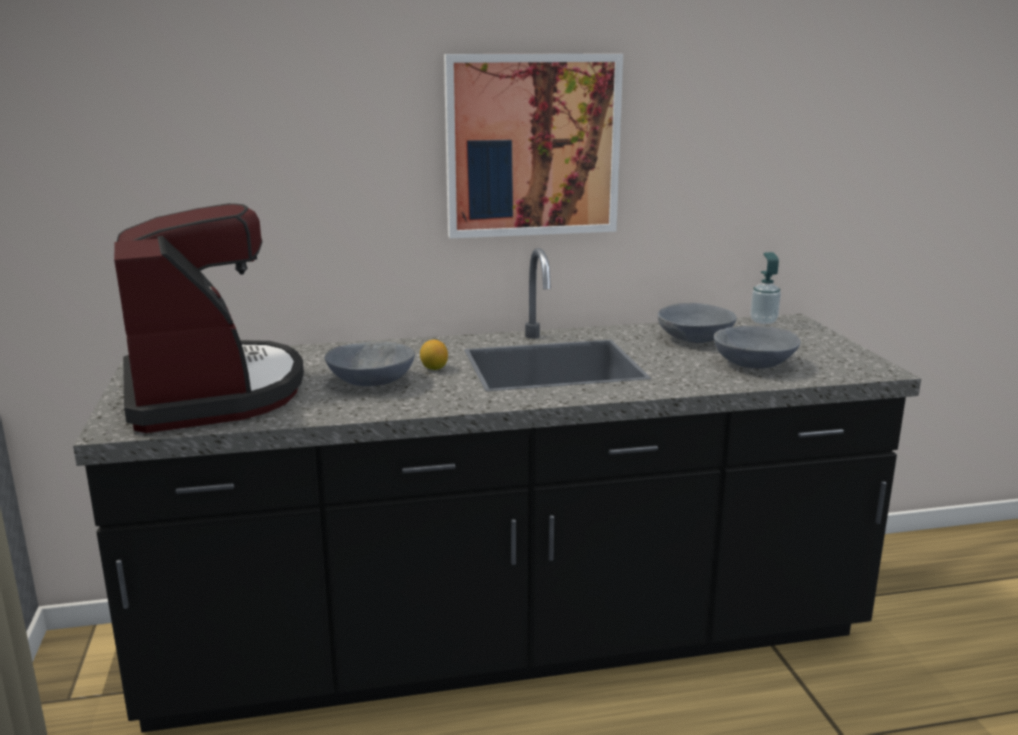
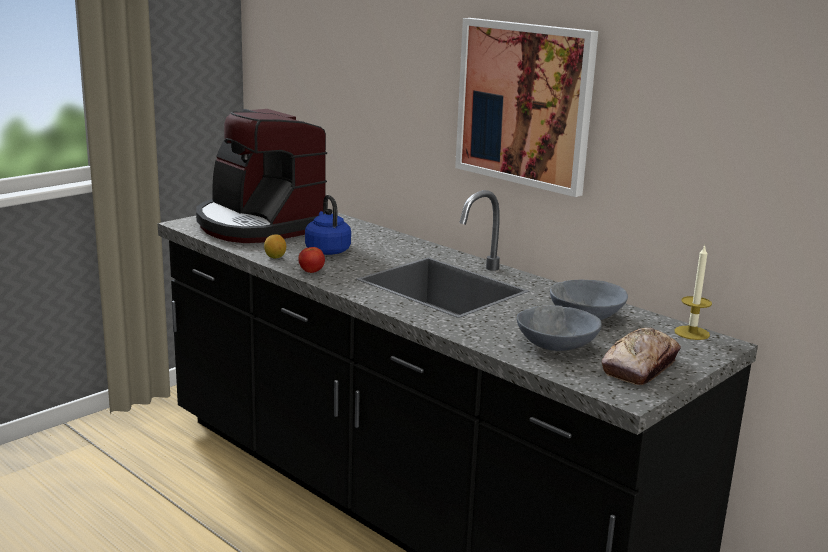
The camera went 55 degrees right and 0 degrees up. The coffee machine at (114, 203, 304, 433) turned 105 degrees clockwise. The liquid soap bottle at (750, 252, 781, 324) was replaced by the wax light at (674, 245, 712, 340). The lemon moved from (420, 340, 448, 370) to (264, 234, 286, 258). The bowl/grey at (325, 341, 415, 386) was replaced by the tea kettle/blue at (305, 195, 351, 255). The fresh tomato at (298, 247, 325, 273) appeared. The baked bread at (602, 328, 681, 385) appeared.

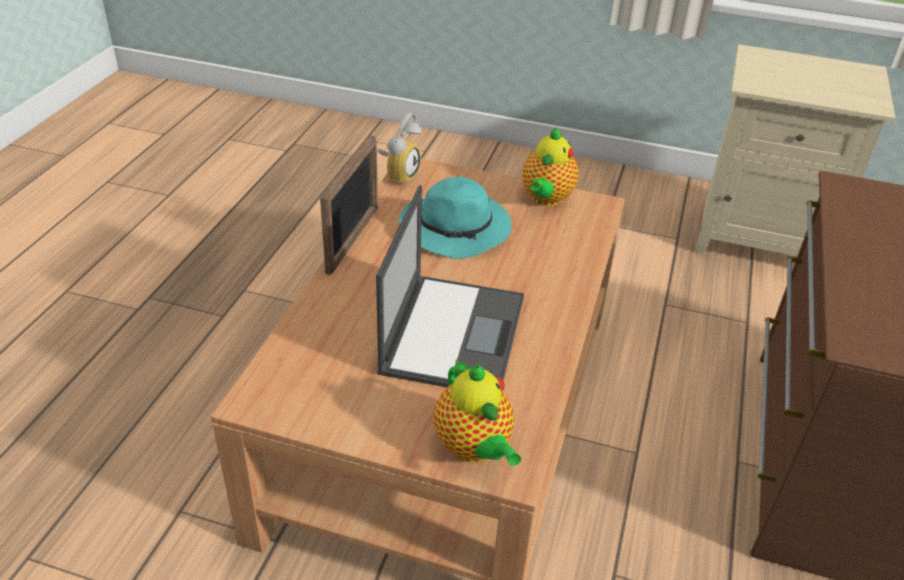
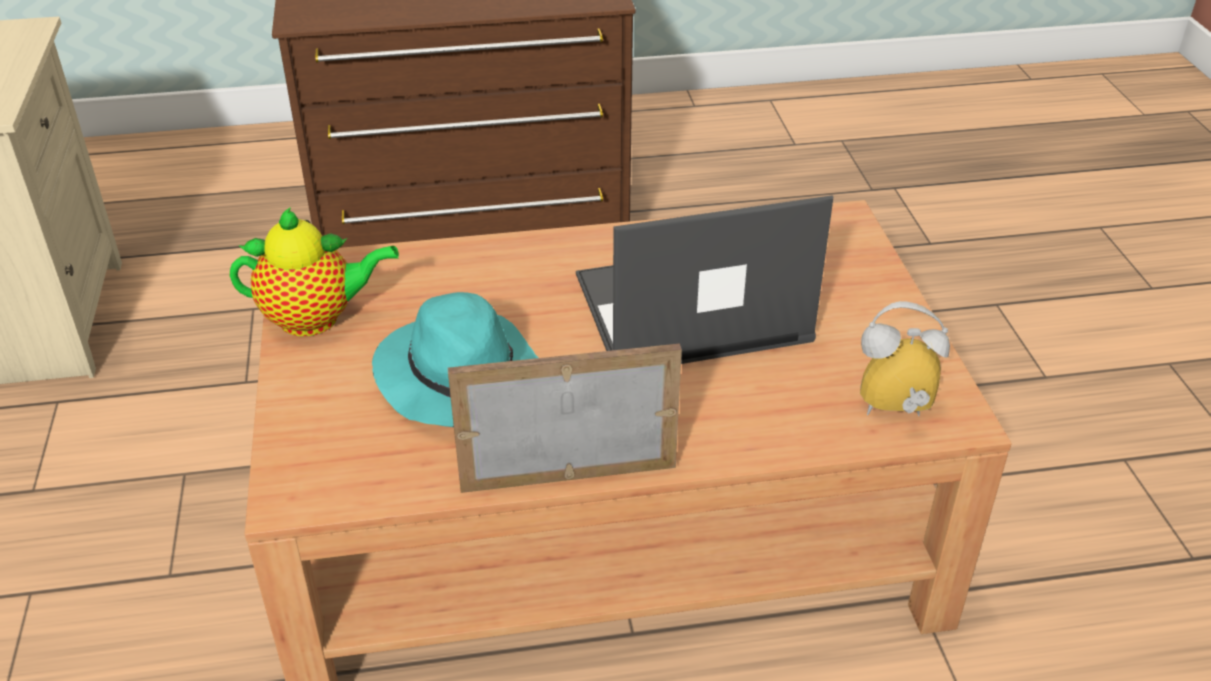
The camera went 115 degrees left and 0 degrees up. The bedside clock moved from (377, 113, 422, 186) to (860, 301, 950, 416). The tea pot at (434, 360, 521, 466) disappeared.

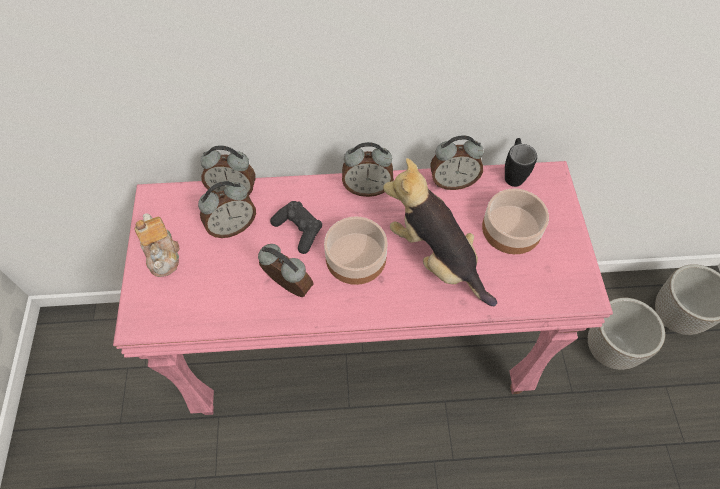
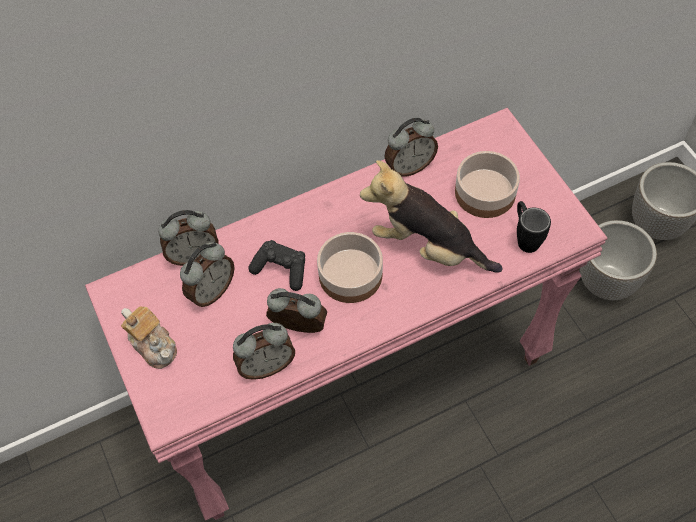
The camera went 20 degrees left and 0 degrees up. The coffee mug/black moved from (505, 138, 537, 187) to (517, 201, 551, 253). The bedside clock moved from (342, 142, 394, 197) to (233, 323, 295, 380).

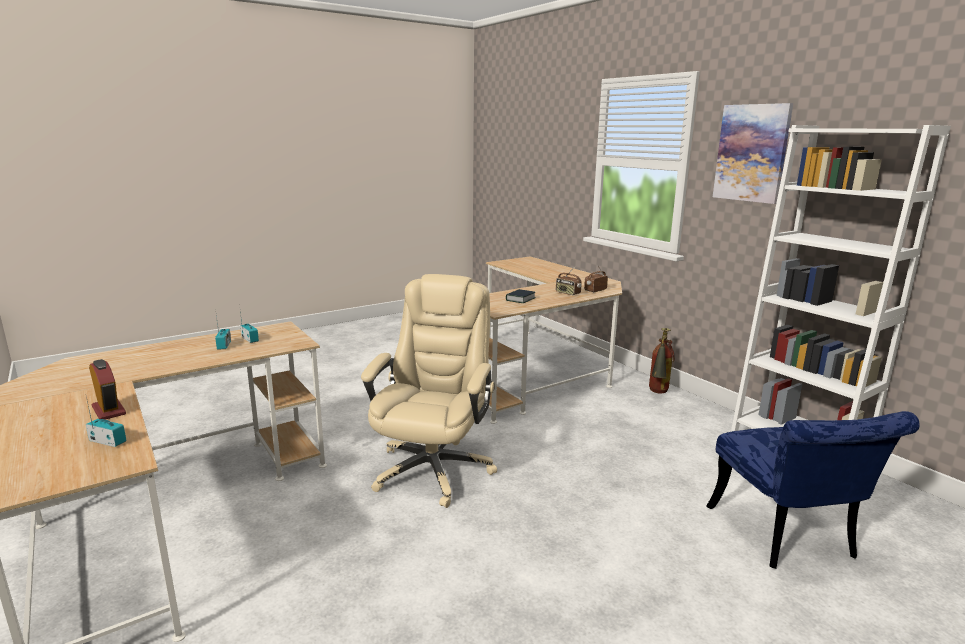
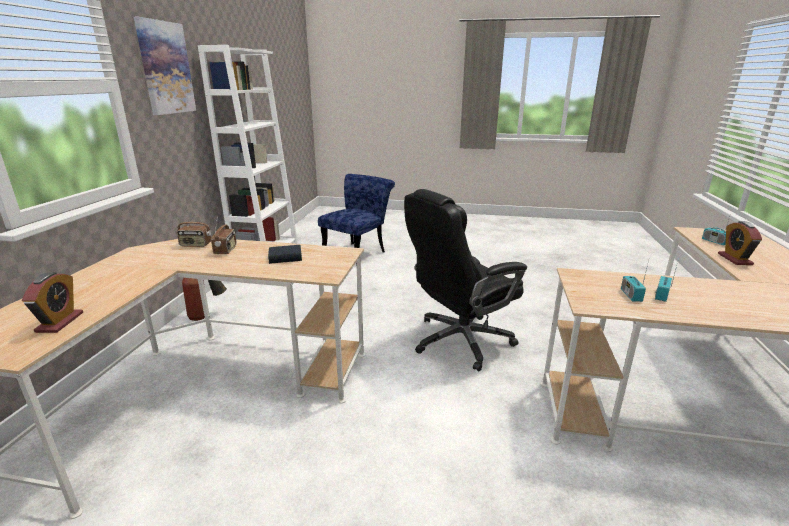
The camera went 135 degrees left and 5 degrees up. The computer chair/sand-coloured at (361, 274, 497, 508) became the computer chair/black at (404, 189, 527, 371). The bedside clock at (22, 272, 83, 333) appeared.

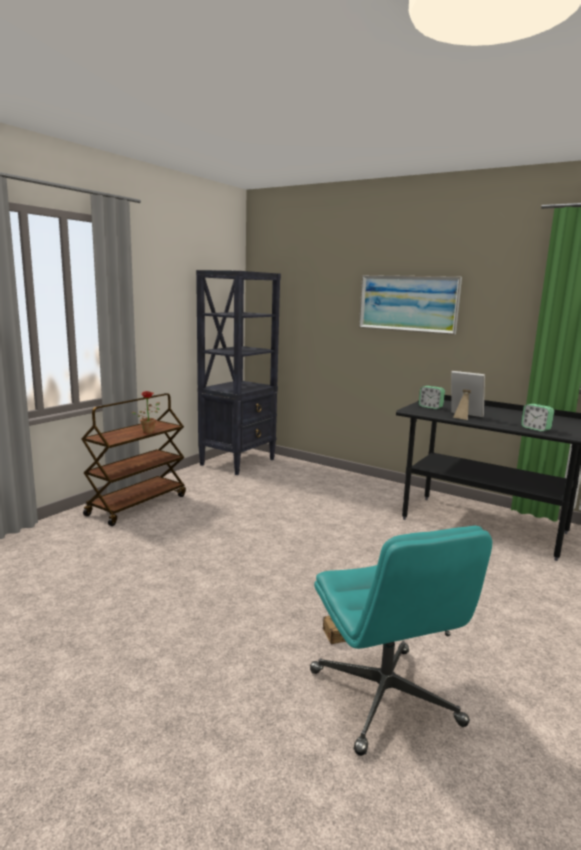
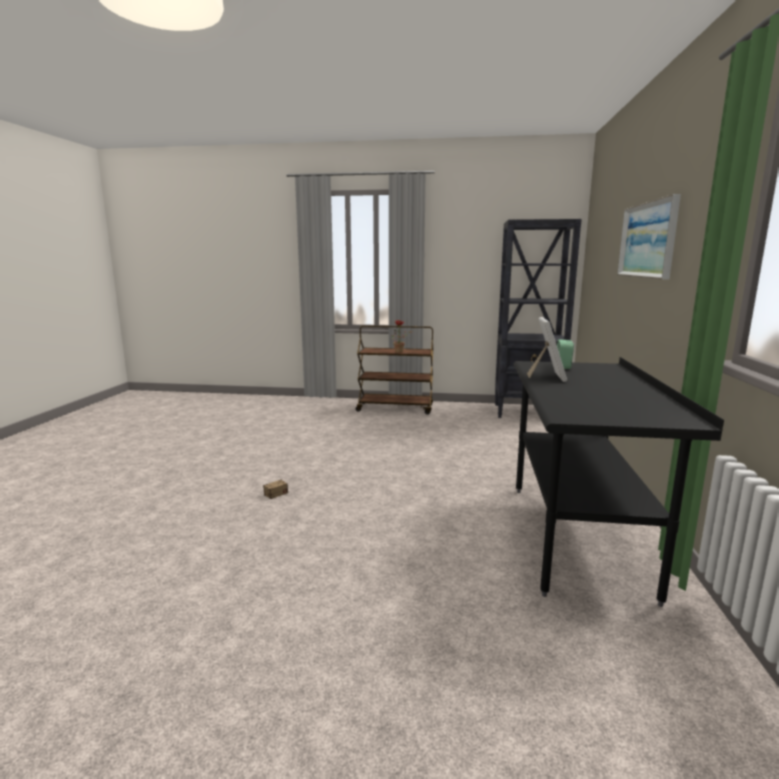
The camera went 65 degrees right and 0 degrees up. The bedside clock at (521, 404, 554, 432) disappeared. The computer chair/blue-green at (310, 526, 492, 756) disappeared.

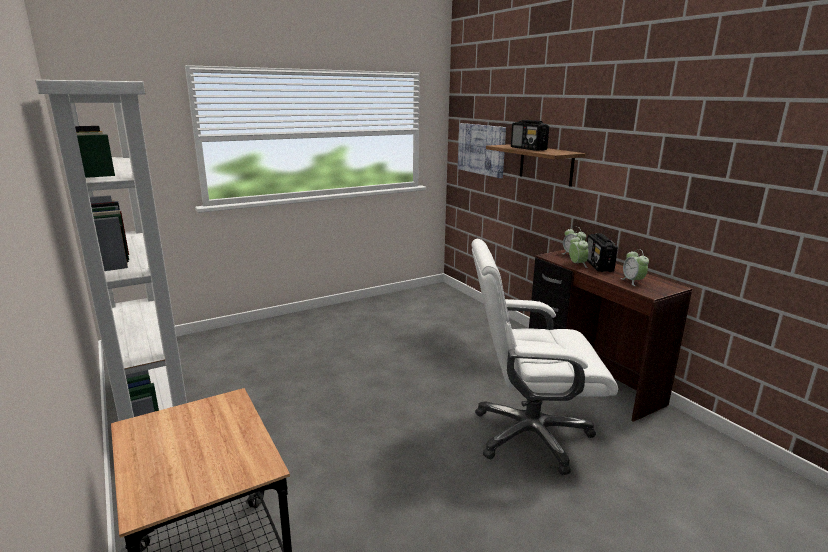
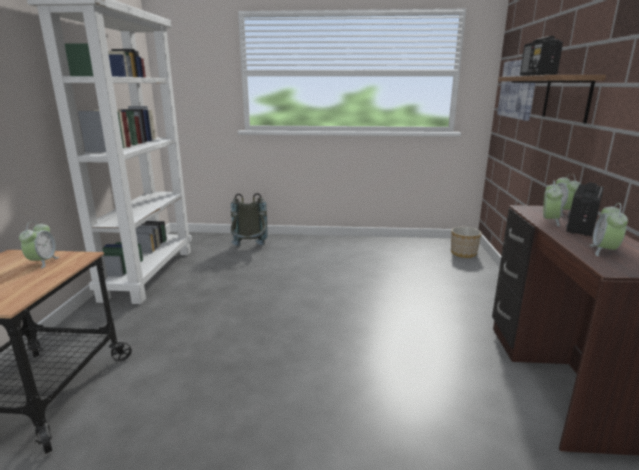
The camera went 35 degrees right and 0 degrees up. The computer chair/whitish at (471, 239, 618, 475) disappeared. The rucksack/grey at (231, 193, 268, 246) appeared. The bedside clock at (19, 221, 59, 269) appeared. The plant pot at (451, 227, 482, 258) appeared.

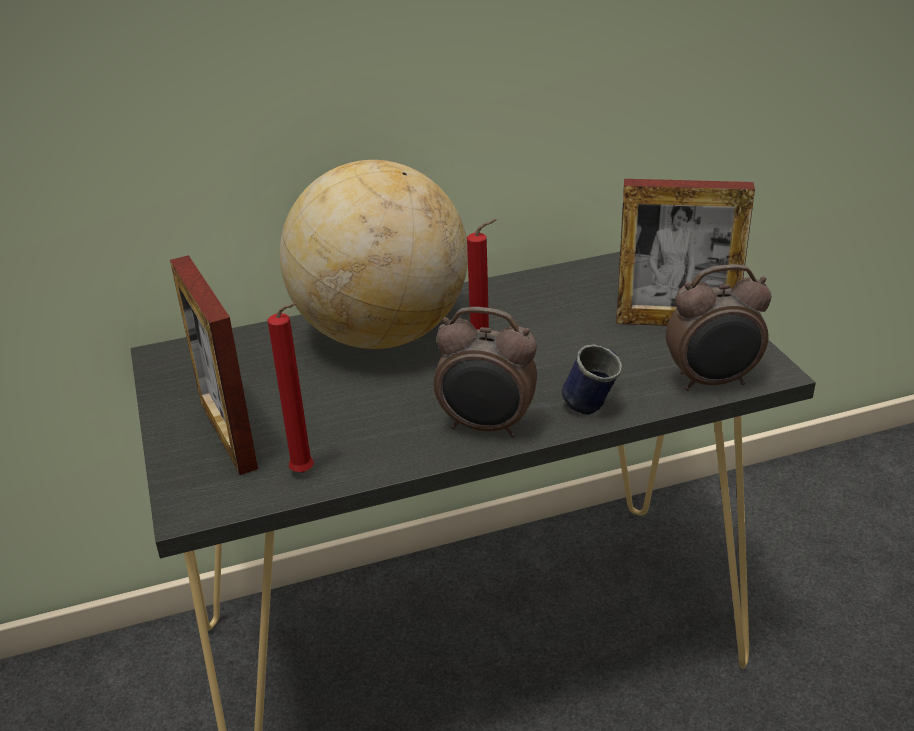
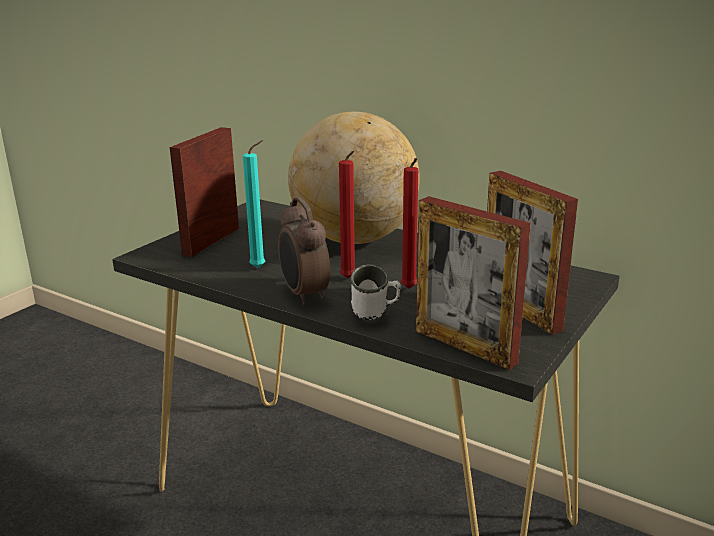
The camera went 50 degrees right and 10 degrees down. The bedside clock at (666, 264, 771, 391) was replaced by the photo frame at (416, 196, 531, 370). The wax light/red moved from (267, 303, 314, 473) to (401, 158, 418, 289). The coffee mug/blue at (562, 345, 622, 415) became the coffee mug/whitish at (351, 264, 401, 320). The wax light/blue-green at (243, 140, 265, 268) appeared.

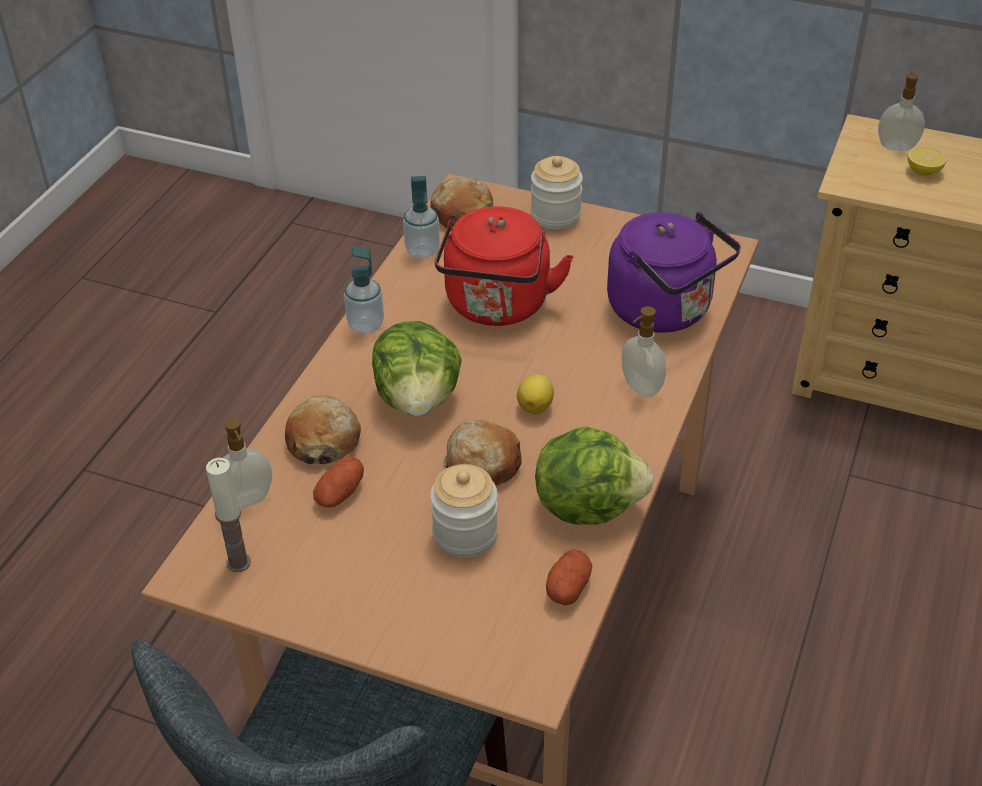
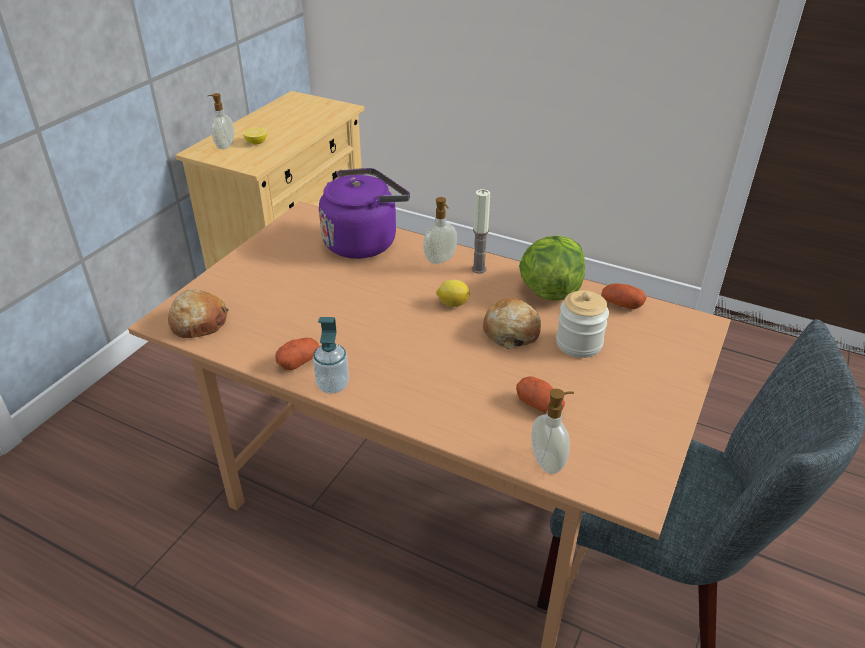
The camera went 85 degrees left and 5 degrees down. The storage jar at (531, 156, 583, 230) disappeared. The liquid soap bottle at (403, 176, 440, 259) disappeared. The tea kettle/red at (435, 206, 574, 326) disappeared. The lettuce head at (372, 321, 462, 416) disappeared. The baked bread at (285, 395, 361, 464) disappeared. The wax light moved from (206, 457, 251, 572) to (472, 189, 490, 274). The potato at (275, 338, 319, 370) appeared.

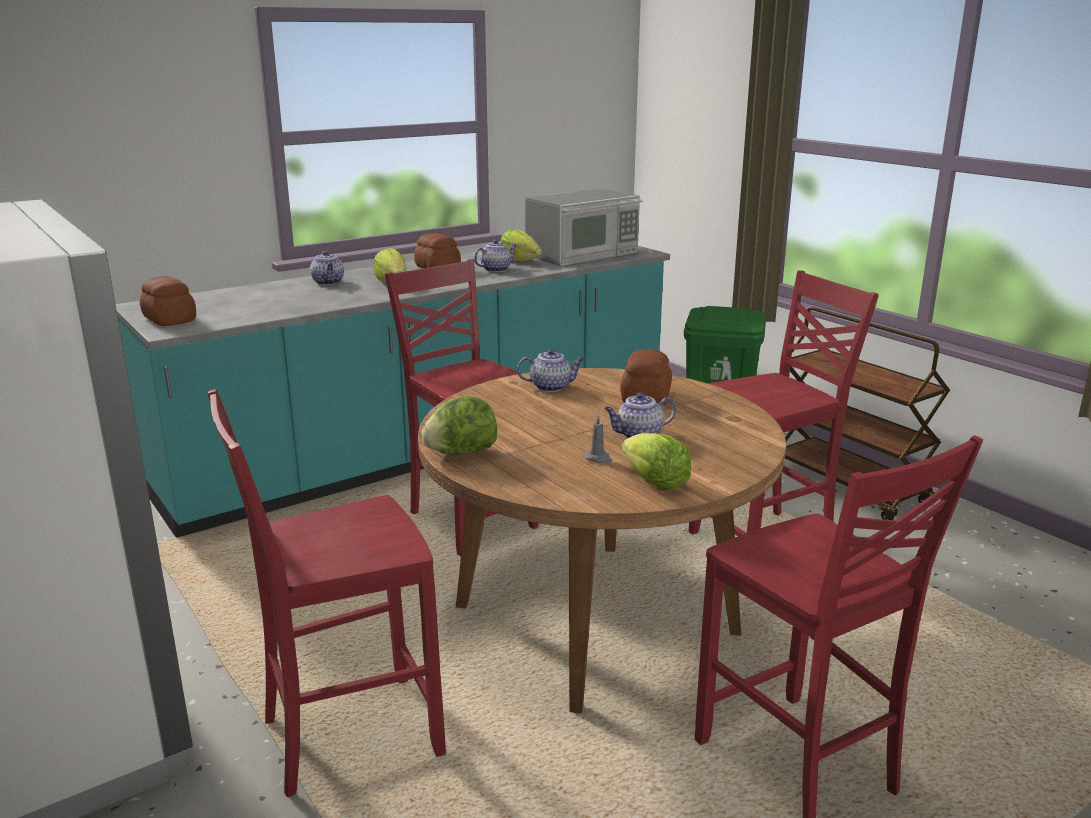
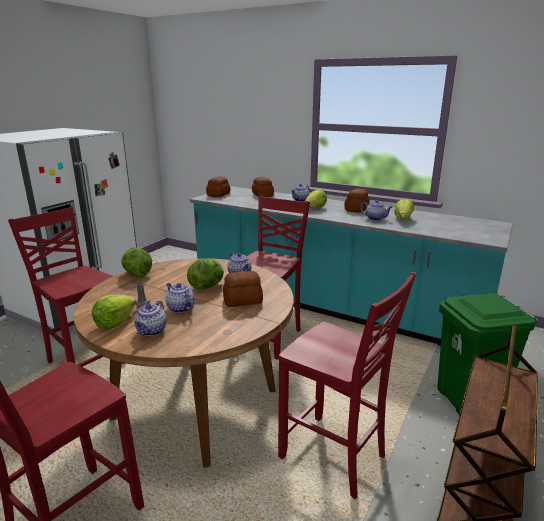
The camera went 65 degrees right and 0 degrees up. The microwave oven at (525, 188, 642, 266) disappeared. The baked bread at (252, 177, 274, 197) appeared. The lettuce head at (187, 258, 224, 289) appeared. The tea pot at (134, 300, 167, 336) appeared.

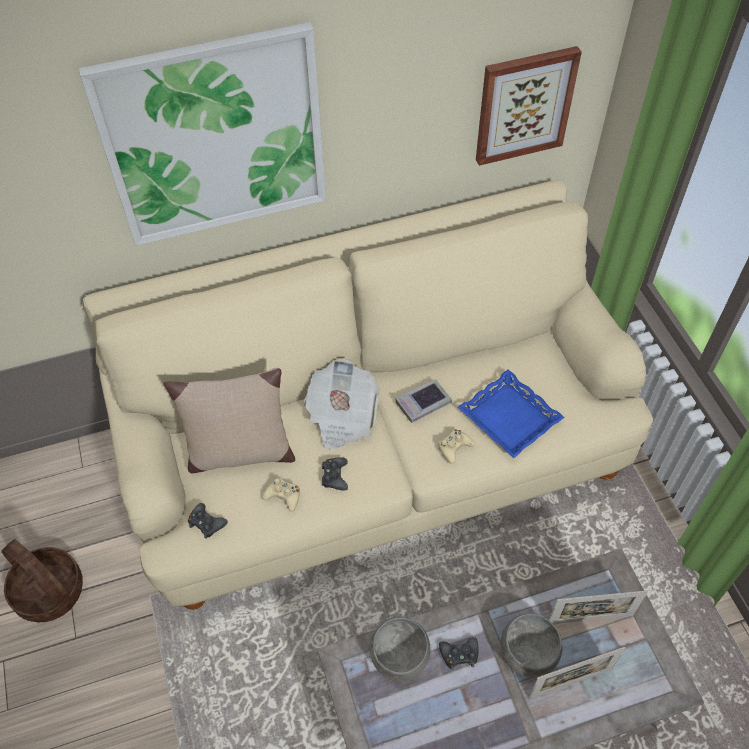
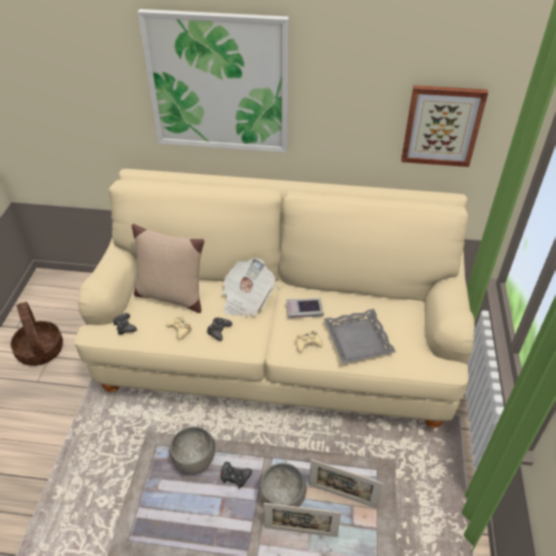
The camera went 25 degrees right and 10 degrees down. The tray/blue at (458, 369, 565, 459) became the tray/grey at (324, 309, 396, 364).

